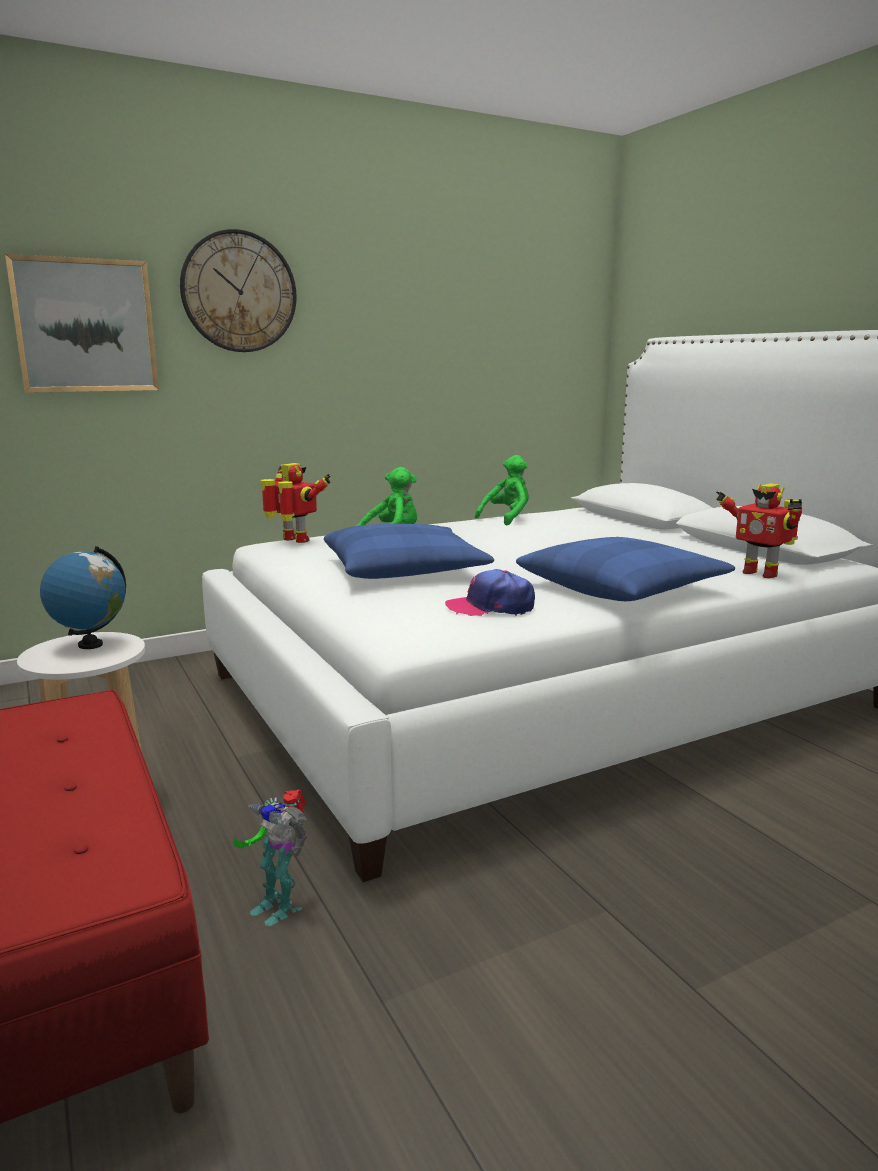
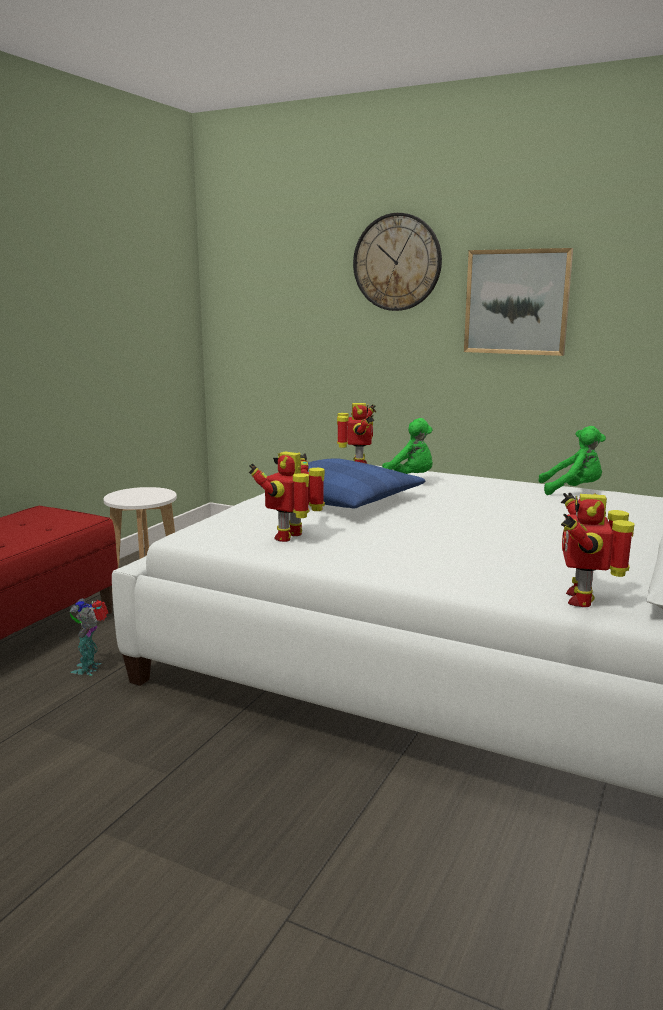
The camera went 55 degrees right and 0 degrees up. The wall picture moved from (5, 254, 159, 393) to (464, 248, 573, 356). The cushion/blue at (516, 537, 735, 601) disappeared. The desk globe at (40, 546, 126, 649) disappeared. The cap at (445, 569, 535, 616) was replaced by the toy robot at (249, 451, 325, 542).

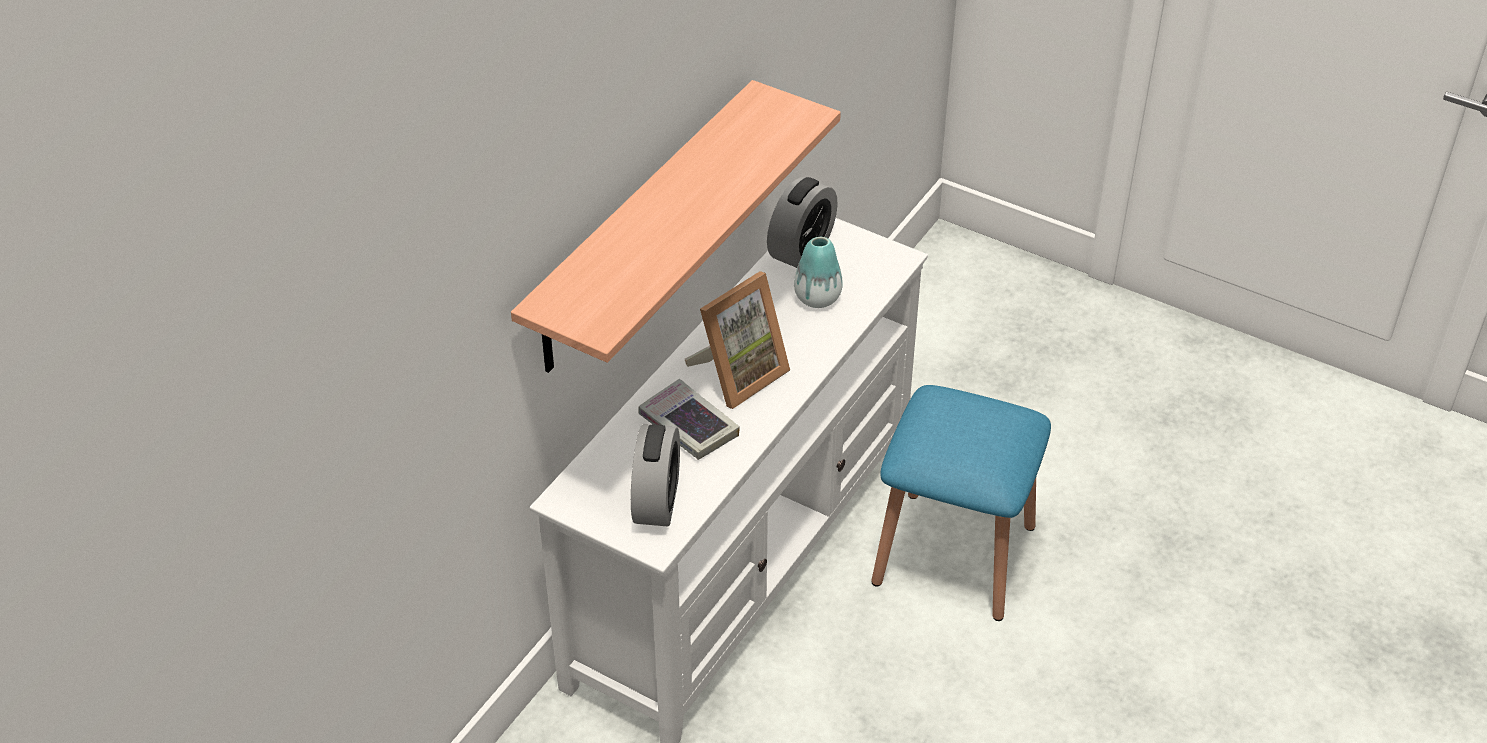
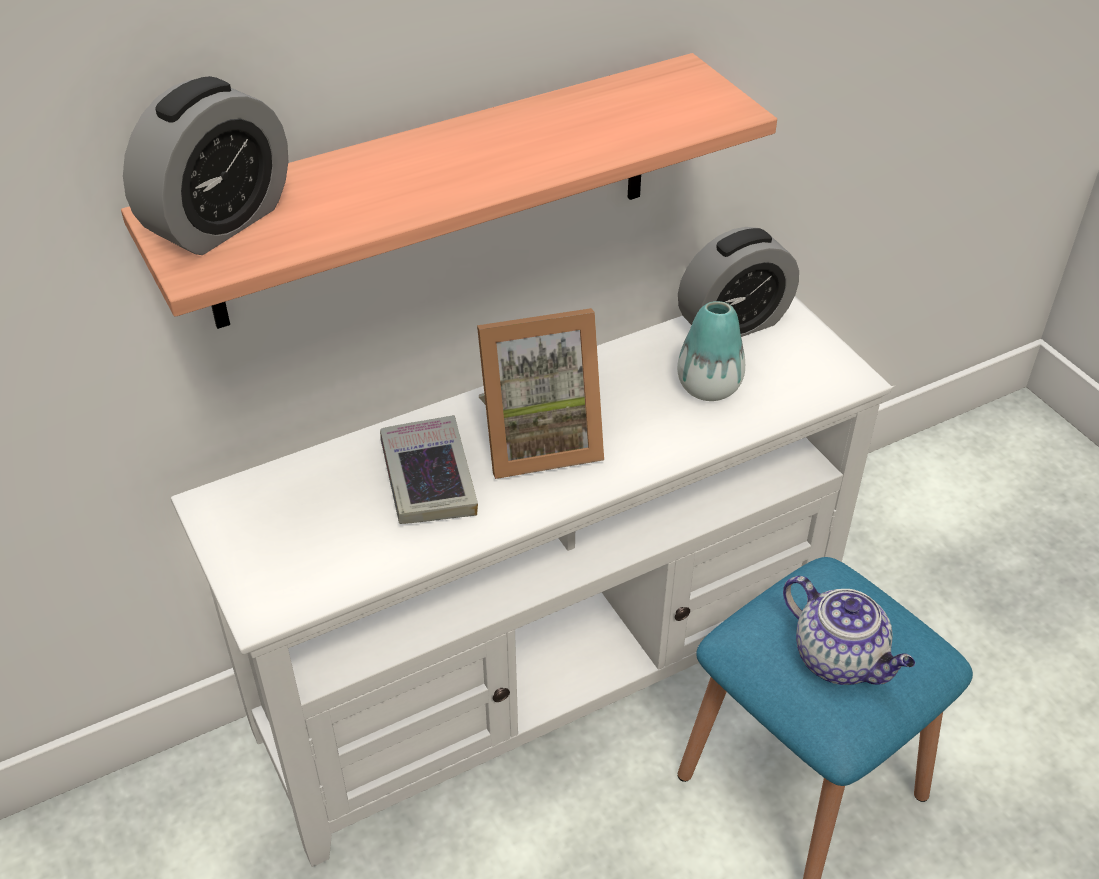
The camera went 30 degrees right and 0 degrees up. The bedside clock moved from (631, 424, 680, 527) to (123, 76, 288, 255). The tea pot at (783, 576, 915, 685) appeared.

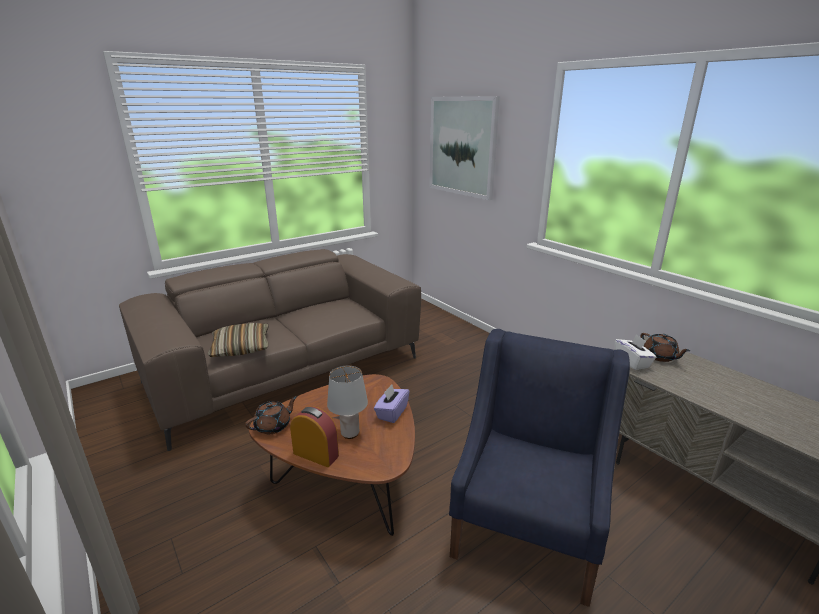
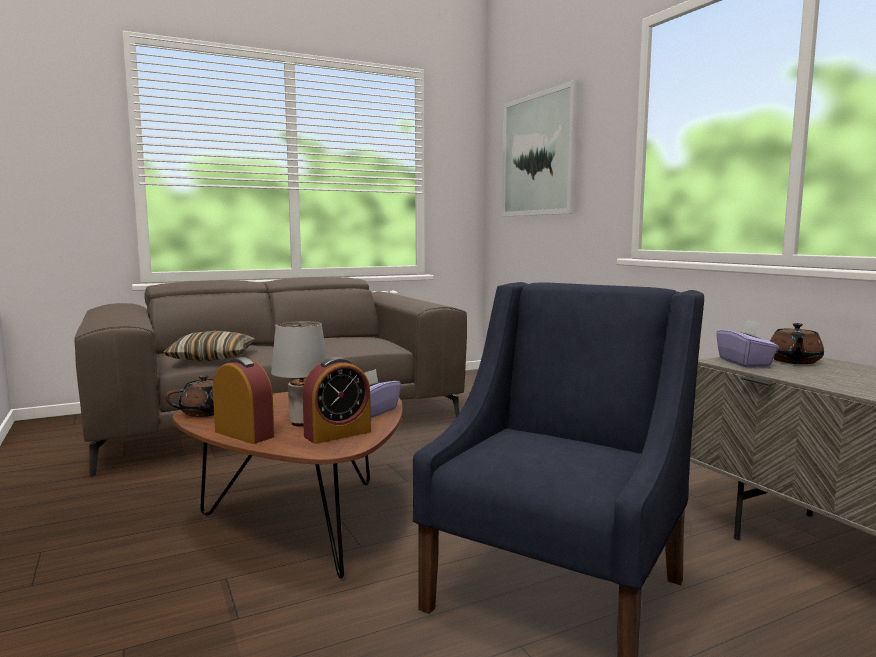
The camera went 10 degrees right and 15 degrees down. The tea pot/brown at (641, 333, 690, 362) turned 45 degrees clockwise. The tissue box/whitish at (615, 334, 656, 370) became the tissue box/purplish at (716, 320, 779, 367). The bedside clock at (302, 357, 371, 444) appeared.

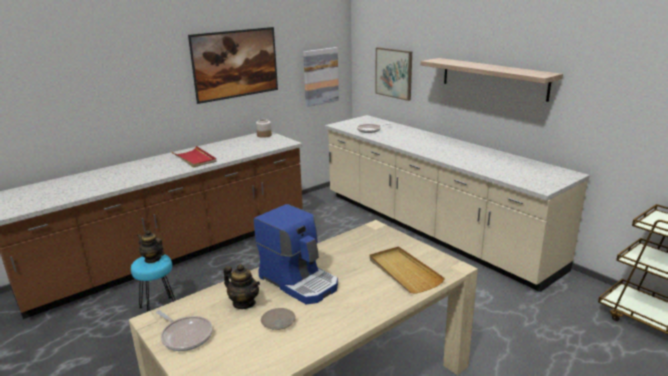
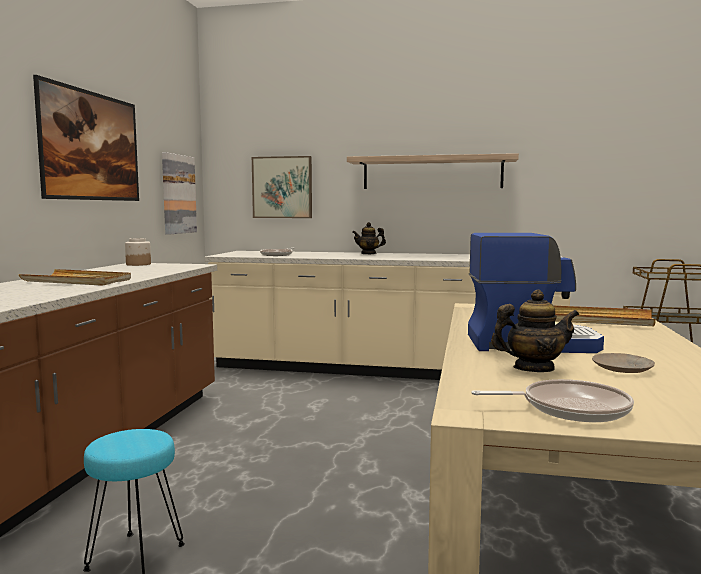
The camera went 40 degrees left and 15 degrees down. The tray/red at (172, 146, 217, 168) became the tray/sand-coloured at (18, 269, 131, 286). The tea pot moved from (137, 230, 164, 263) to (352, 222, 386, 254).

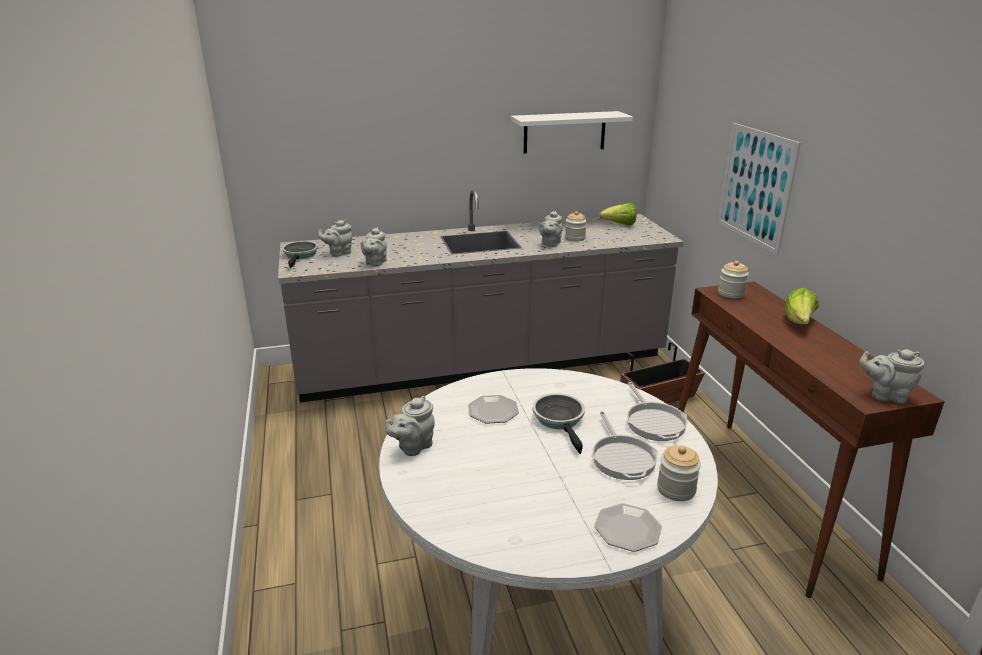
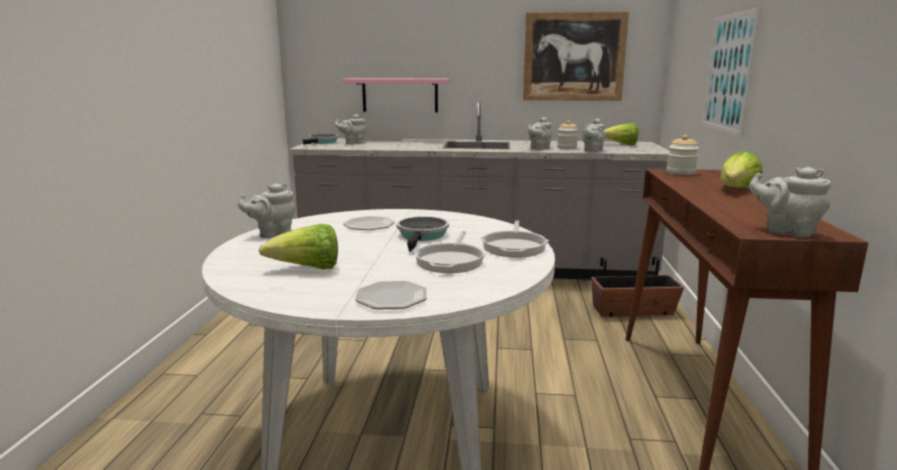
The camera went 20 degrees right and 10 degrees down. The wall shelf/whitish at (511, 111, 633, 154) was replaced by the wall picture at (523, 11, 629, 101). The tea pot/grey moved from (361, 227, 387, 266) to (582, 119, 605, 152). The storage jar at (657, 445, 701, 501) disappeared. The wall shelf/pink-coloured at (342, 78, 450, 112) appeared. The lettuce head at (259, 224, 338, 269) appeared.

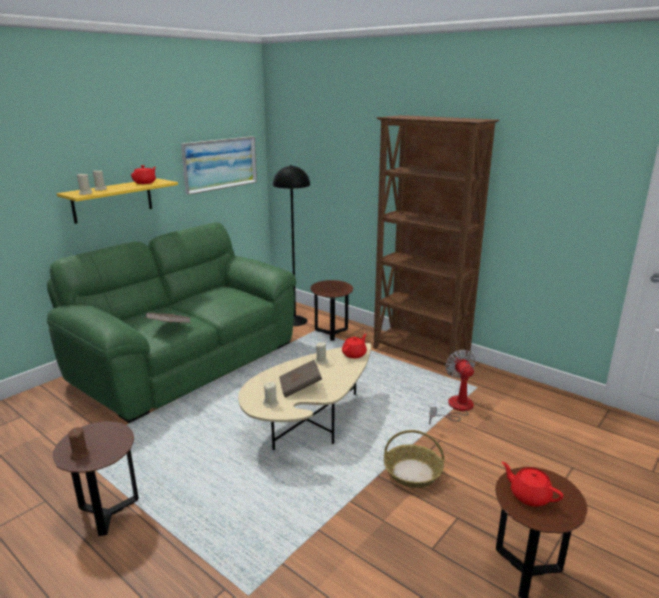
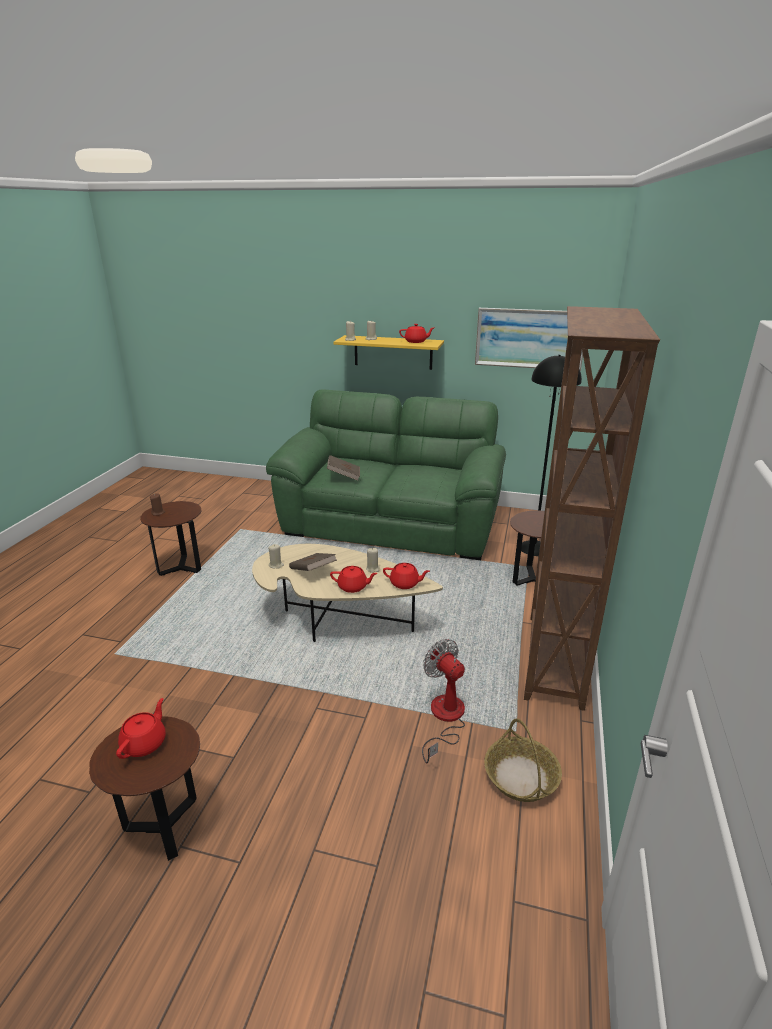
The camera went 65 degrees right and 5 degrees up. The cooling fan at (429, 350, 476, 425) turned 90 degrees counterclockwise. The household basket moved from (384, 430, 444, 488) to (484, 719, 562, 802). The tea pot/red at (330, 566, 378, 593) appeared.

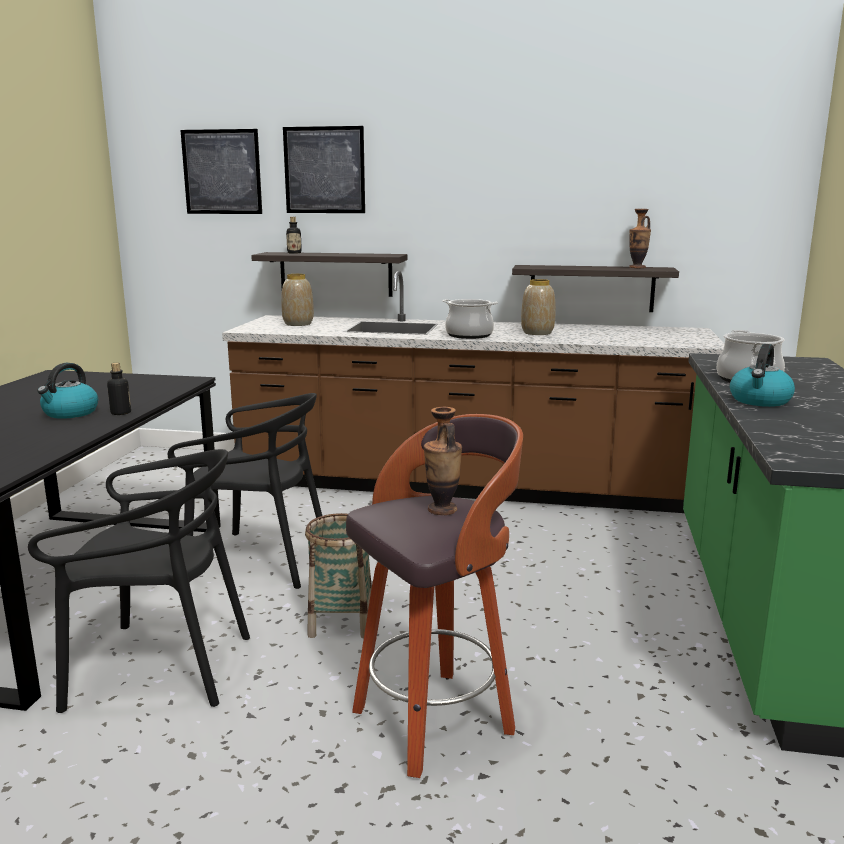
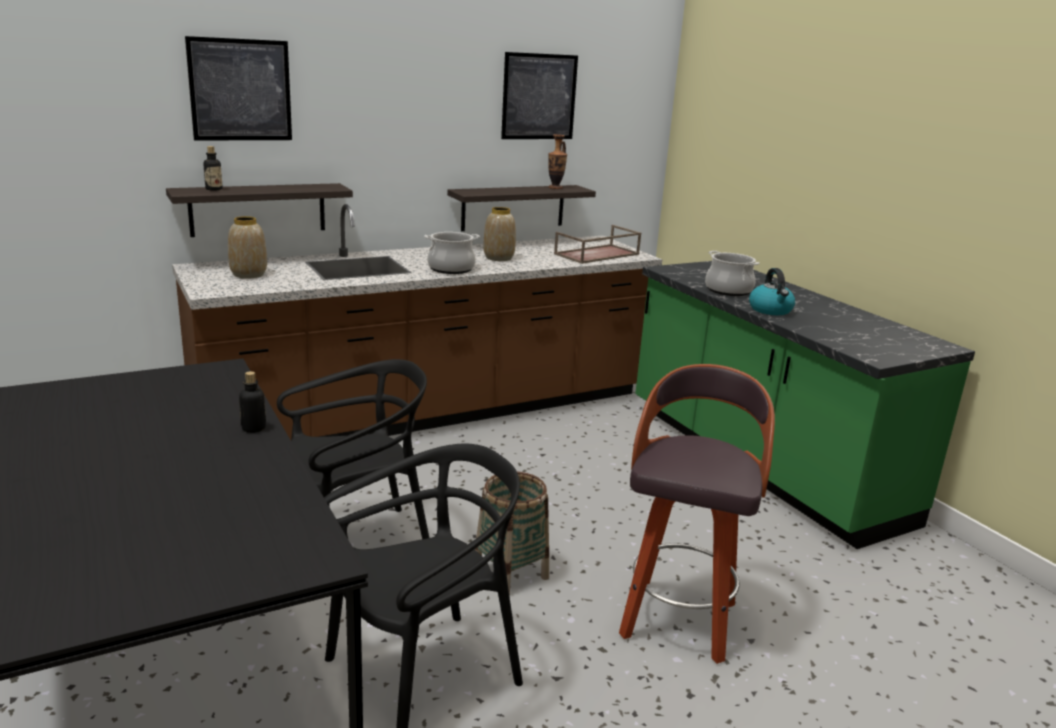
The camera went 40 degrees left and 5 degrees up. The wall picture moved from (180, 129, 262, 214) to (501, 52, 578, 139). The tea kettle at (37, 363, 98, 419) disappeared. The flower vase at (424, 407, 462, 515) disappeared. The tray/brown at (554, 225, 641, 264) appeared.

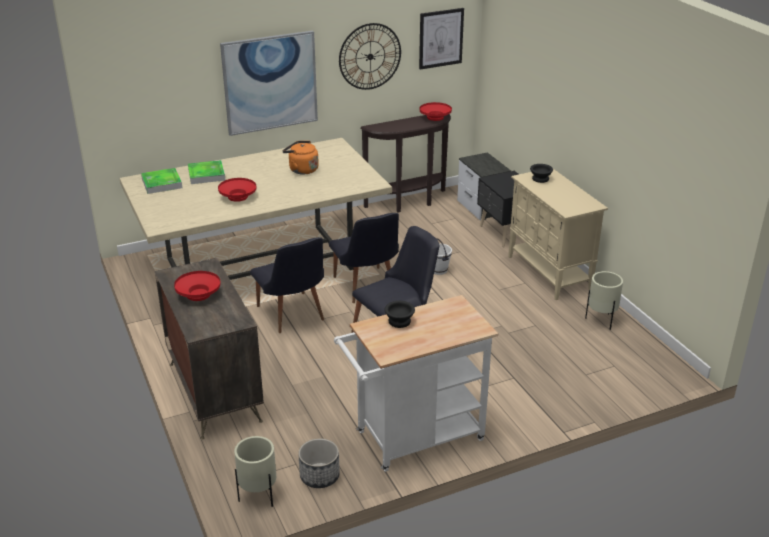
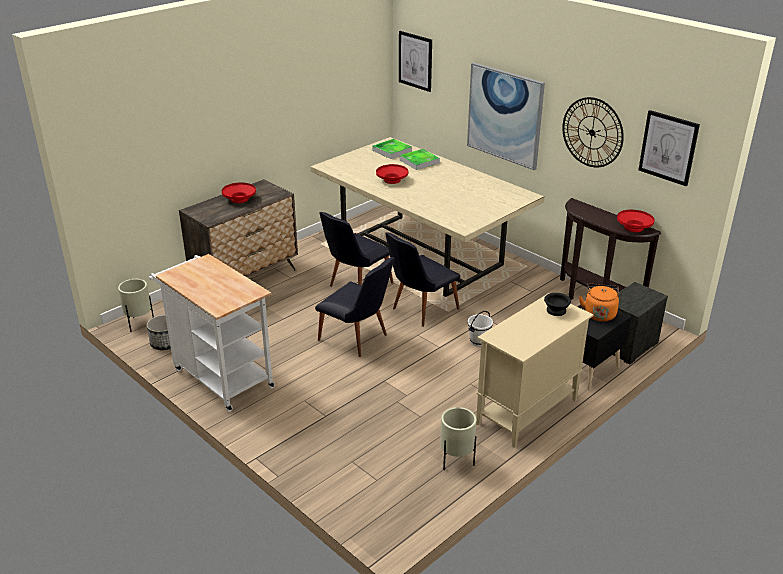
The camera went 70 degrees right and 0 degrees up. The tea kettle/orange-coloured moved from (282, 141, 319, 175) to (579, 284, 619, 322). The bowl/black at (385, 301, 415, 328) disappeared. The wall picture at (399, 31, 432, 92) appeared.

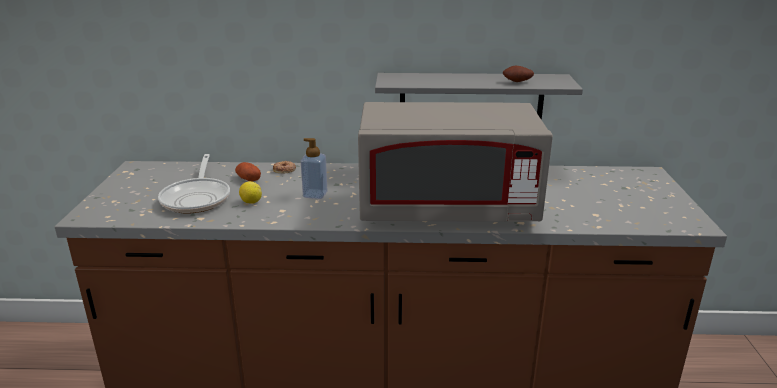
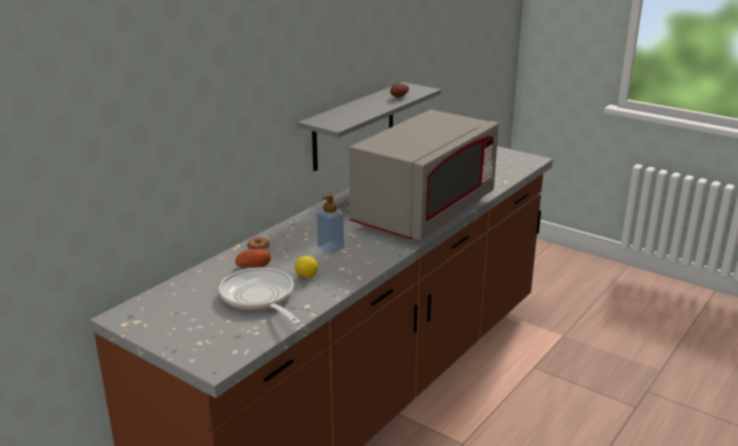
The camera went 55 degrees left and 0 degrees up. The pan at (158, 154, 230, 213) turned 150 degrees counterclockwise.

